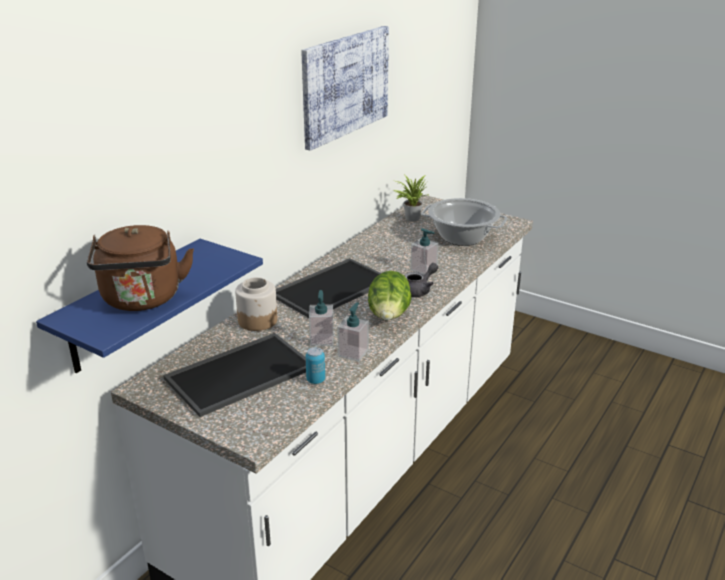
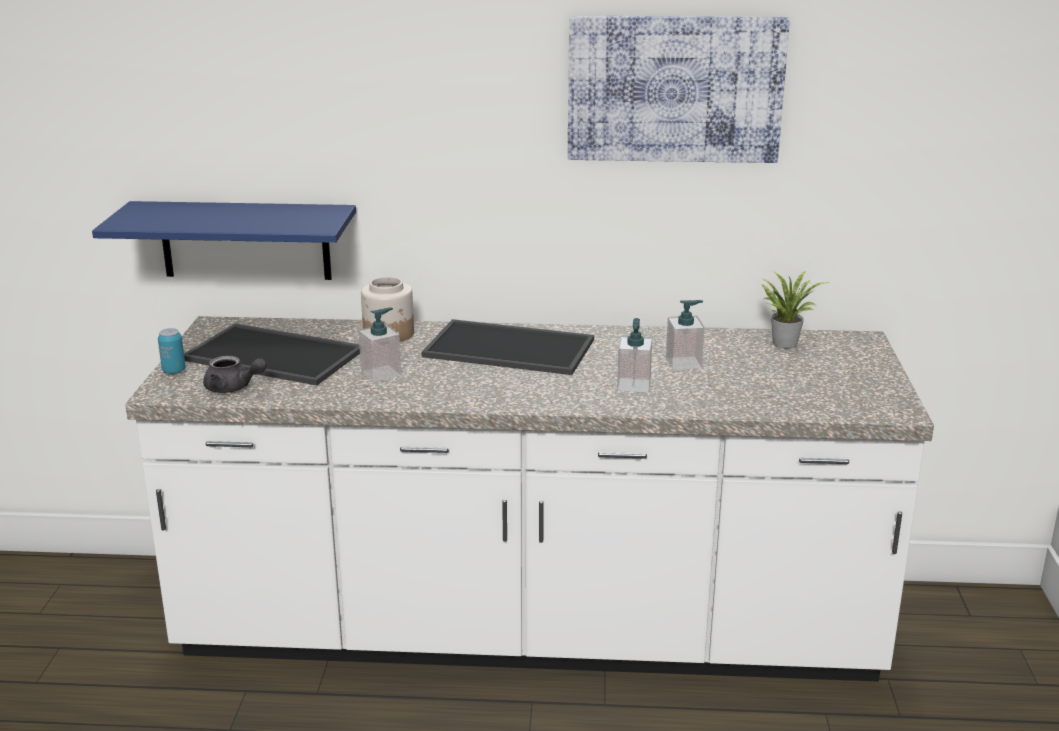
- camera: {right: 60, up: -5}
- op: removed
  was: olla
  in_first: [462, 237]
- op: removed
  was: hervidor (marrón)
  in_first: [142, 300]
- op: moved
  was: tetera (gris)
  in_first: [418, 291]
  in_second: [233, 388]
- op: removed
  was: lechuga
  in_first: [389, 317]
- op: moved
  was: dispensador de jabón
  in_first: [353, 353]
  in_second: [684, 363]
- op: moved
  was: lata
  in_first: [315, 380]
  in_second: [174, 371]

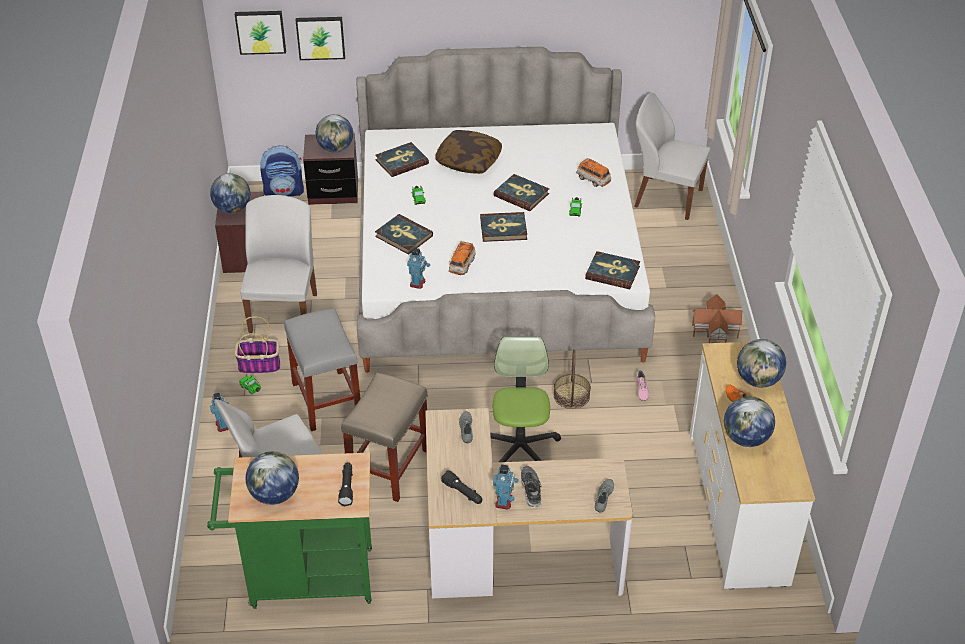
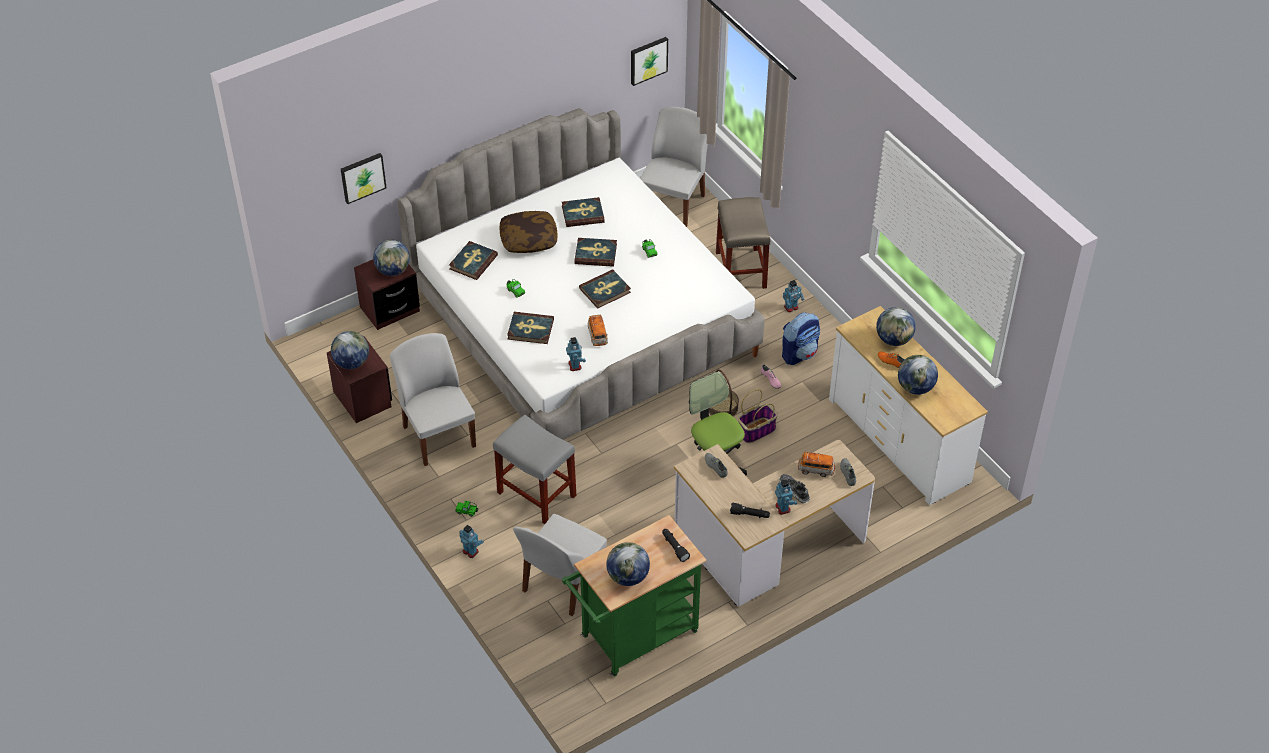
- camera: {right: -30, up: 5}
- op: moved
  was: cuadro
  in_first: [260, 31]
  in_second: [648, 60]
- op: turned
  was: silla (blanco)
  in_first: [666, 197]
  in_second: [673, 204]
  clockwise: 120
- op: moved
  was: mochila
  in_first: [284, 192]
  in_second: [799, 353]
- op: moved
  was: coche de juguete
  in_first: [593, 180]
  in_second: [816, 469]
- op: moved
  was: libro
  in_first: [612, 272]
  in_second: [583, 214]
- op: replaced
  was: casita
  now: robot de juguete
  in_first: [715, 331]
  in_second: [791, 307]
- op: moved
  was: cesta
  in_first: [260, 365]
  in_second: [756, 430]
- op: moved
  was: taburete (beis)
  in_first: [388, 468]
  in_second: [741, 270]

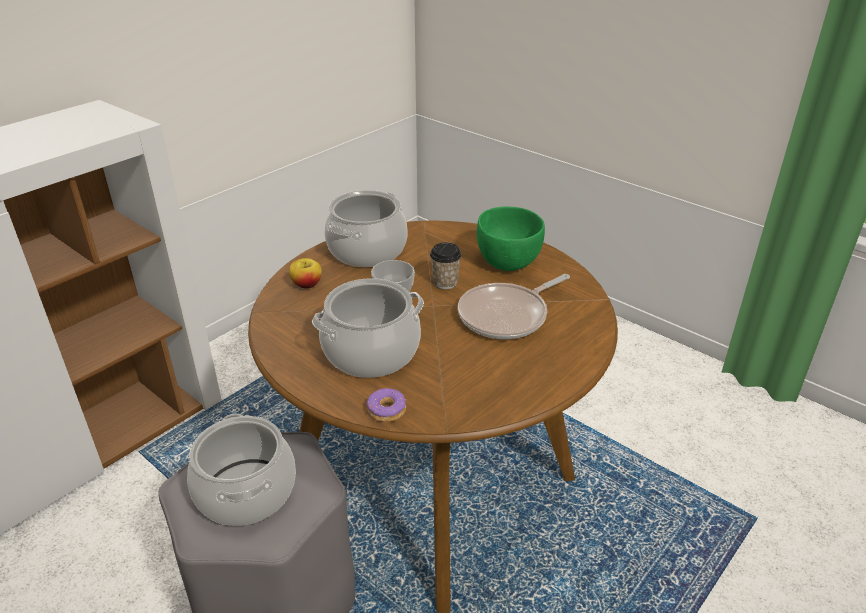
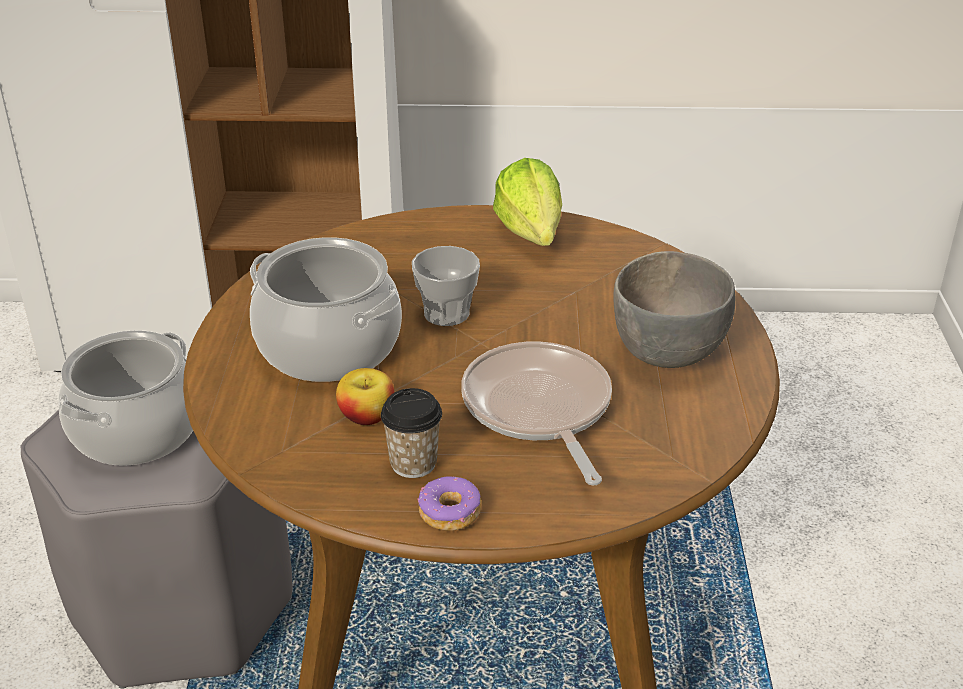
- camera: {right: 50, up: 0}
- op: replaced
  was: olla
  now: lechuga
  in_first: [366, 250]
  in_second: [531, 240]
- op: recoloured
  was: cuenco (verde)
  now: cuenco (gris)
  in_first: [507, 262]
  in_second: [668, 352]
- op: moved
  was: taza
  in_first: [445, 283]
  in_second: [413, 463]
- op: moved
  was: manzana
  in_first: [307, 284]
  in_second: [366, 416]
- op: turned
  was: sartén
  in_first: [507, 315]
  in_second: [538, 409]
  clockwise: 60
- op: moved
  was: rosquilla
  in_first: [387, 411]
  in_second: [450, 513]

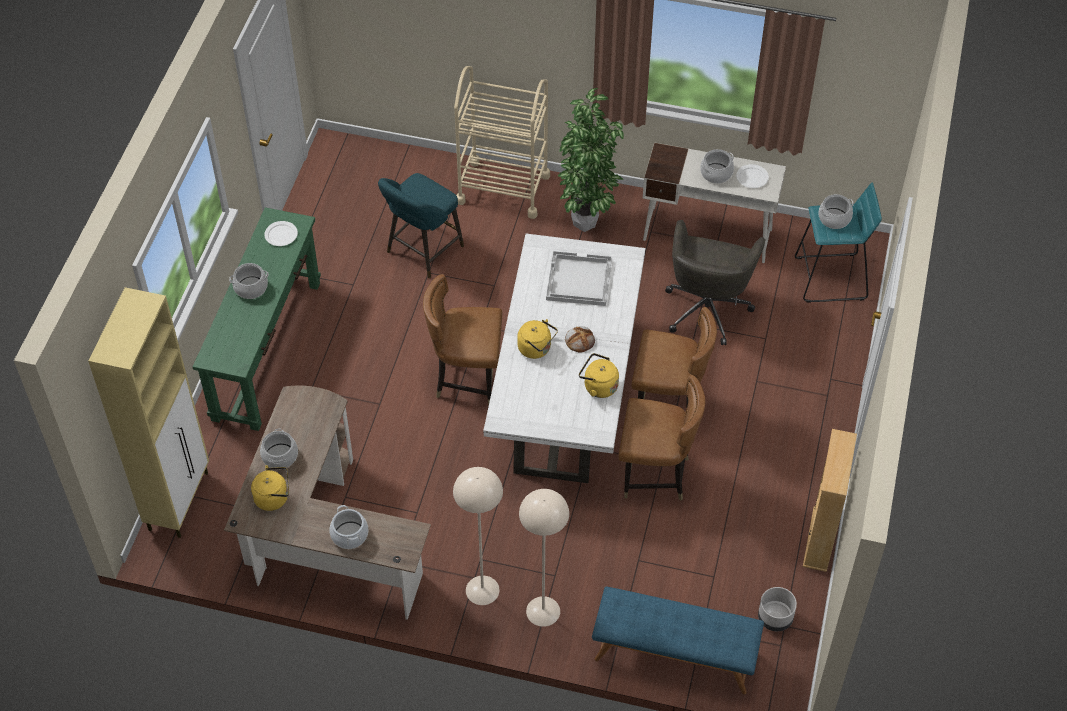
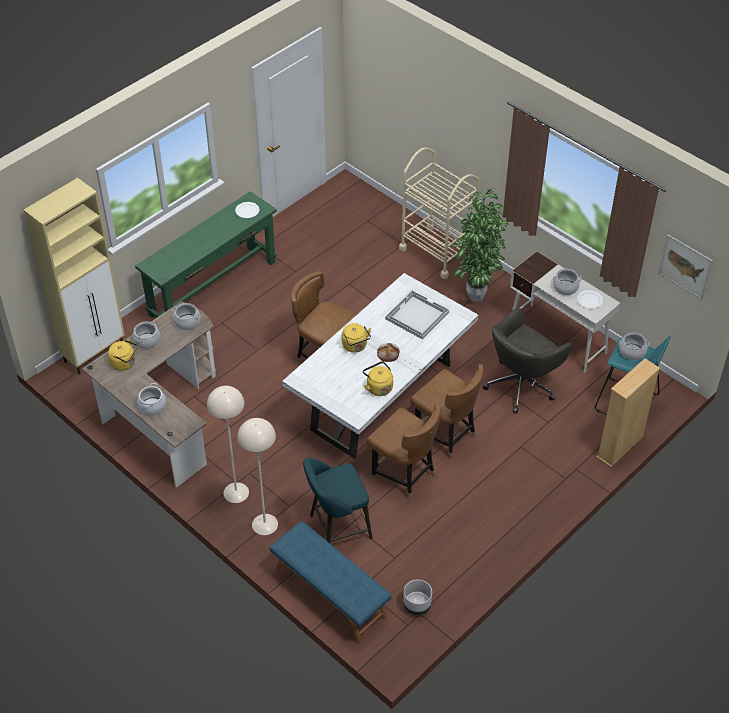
- camera: {right: 30, up: -5}
- op: moved
  was: taburete (turquesa)
  in_first: [422, 252]
  in_second: [337, 528]
- op: moved
  was: olla
  in_first: [251, 288]
  in_second: [187, 322]
- op: moved
  was: estantería (beis)
  in_first: [820, 539]
  in_second: [620, 447]
- op: added
  now: cuadro
  in_second: [685, 266]

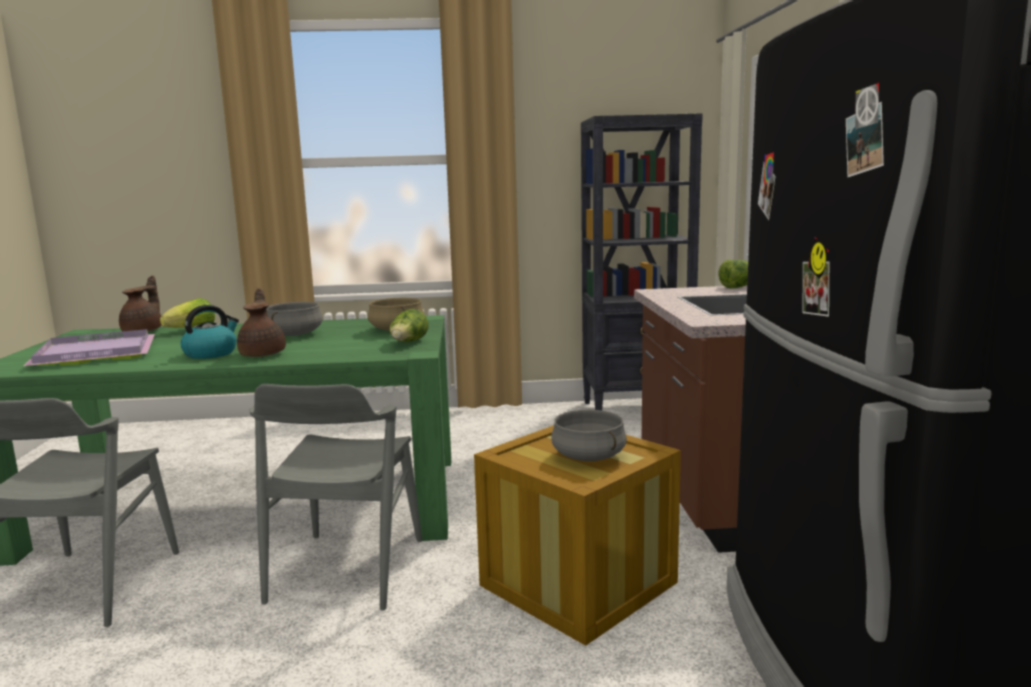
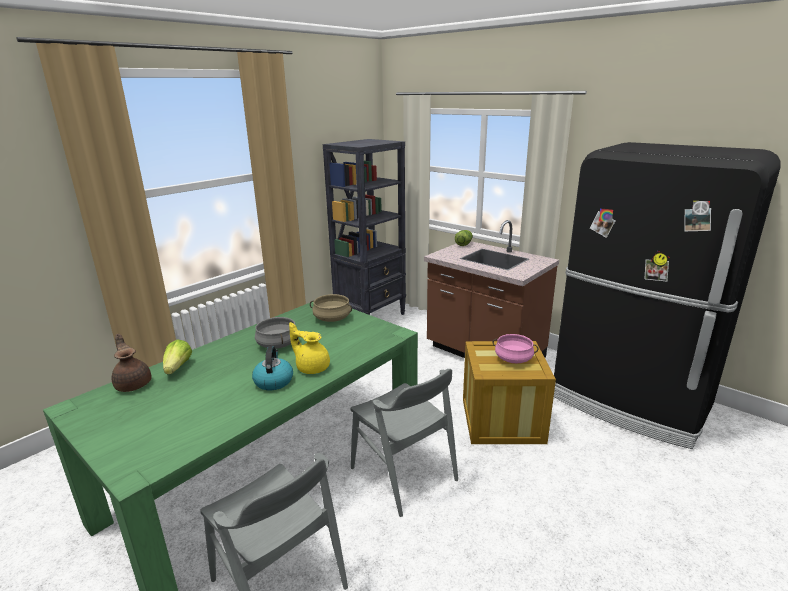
- camera: {right: -45, up: 10}
- op: recoloured
  was: tetera (marrón)
  now: tetera (amarillo)
  in_first: [264, 354]
  in_second: [312, 367]
- op: removed
  was: lechuga
  in_first: [408, 343]
- op: removed
  was: bandeja (morado)
  in_first: [93, 353]
- op: recoloured
  was: olla (gris)
  now: olla (rosa)
  in_first: [589, 456]
  in_second: [513, 359]

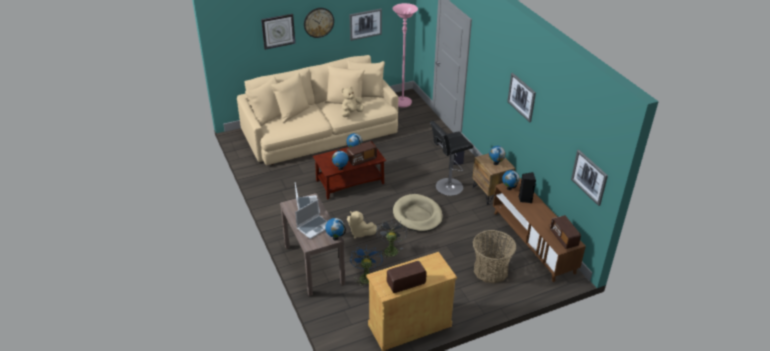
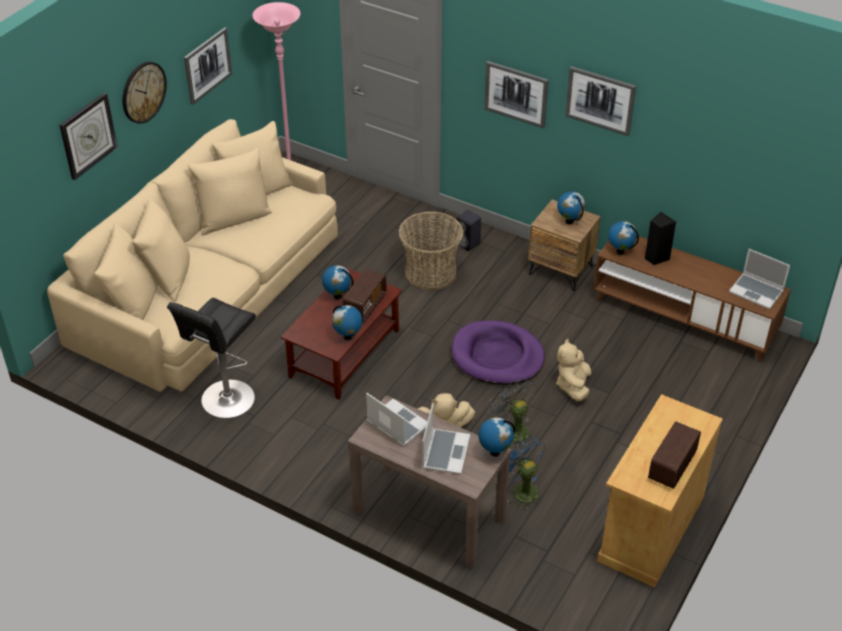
- camera: {right: -35, up: 5}
- op: moved
  was: peluche (beis)
  in_first: [351, 113]
  in_second: [573, 386]
- op: moved
  was: taburete (negro)
  in_first: [447, 187]
  in_second: [225, 401]
- op: moved
  was: cuadro
  in_first: [589, 177]
  in_second: [516, 94]
- op: recoloured
  was: cama para perro (beis)
  now: cama para perro (morado)
  in_first: [417, 215]
  in_second: [497, 356]
- op: replaced
  was: radio
  now: portátil
  in_first: [563, 238]
  in_second: [757, 292]
- op: moved
  was: cesta
  in_first: [490, 270]
  in_second: [430, 273]

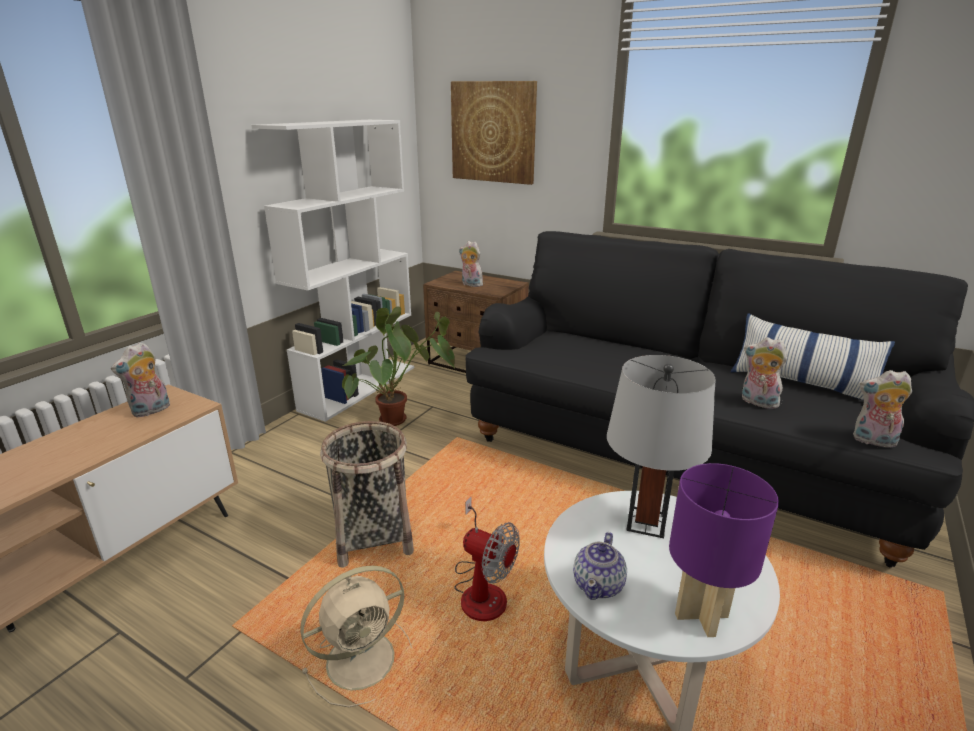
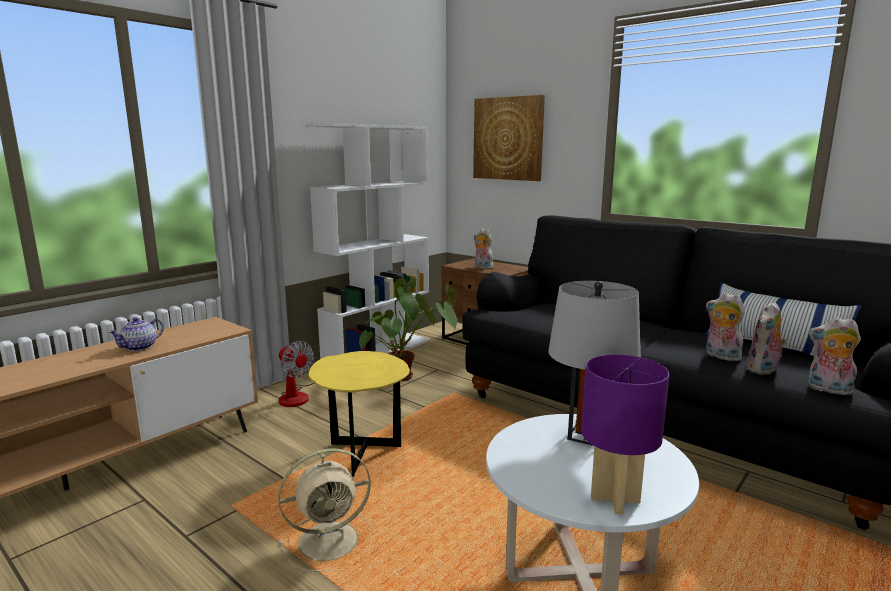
- camera: {right: 10, up: -10}
- op: moved
  was: peluche
  in_first: [151, 411]
  in_second: [763, 370]
- op: replaced
  was: cesta
  now: mesa auxiliar (amarillo)
  in_first: [373, 537]
  in_second: [362, 457]
- op: moved
  was: ventilador
  in_first: [481, 589]
  in_second: [297, 395]
- op: moved
  was: tetera
  in_first: [599, 585]
  in_second: [140, 347]

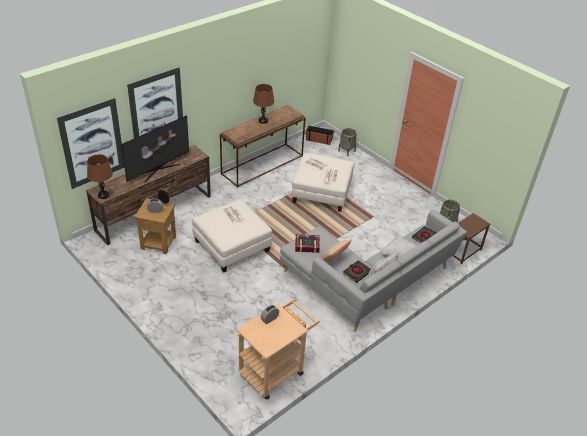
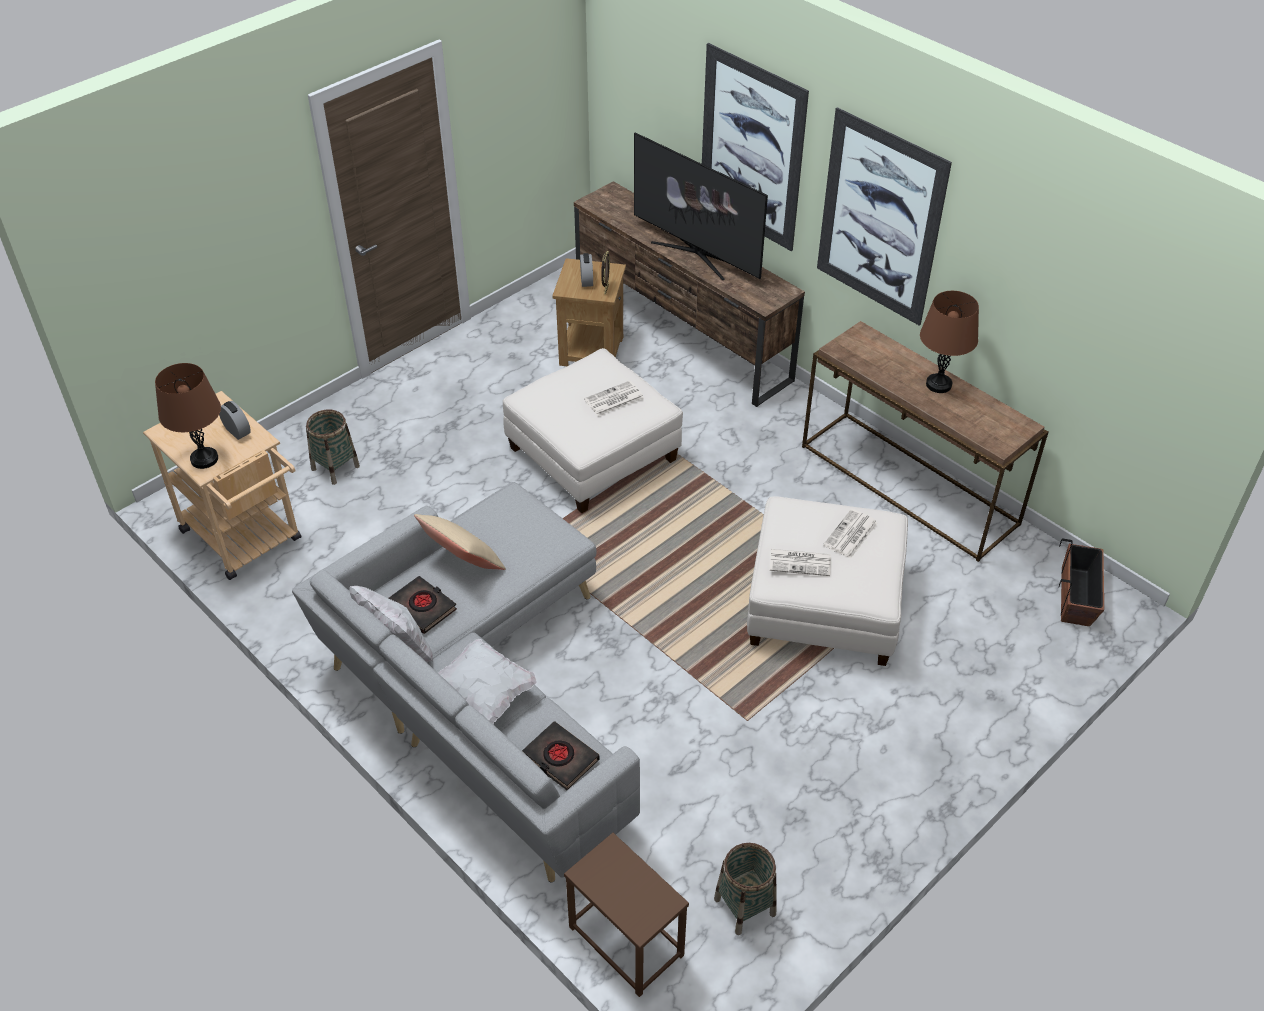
- camera: {right: 90, up: 5}
- op: moved
  was: cuadro
  in_first: [92, 143]
  in_second: [880, 218]
- op: moved
  was: cesta
  in_first: [346, 151]
  in_second: [335, 467]
- op: moved
  was: lámpara de mesa (marrón)
  in_first: [103, 195]
  in_second: [204, 459]
- op: removed
  was: libro
  in_first: [307, 246]

